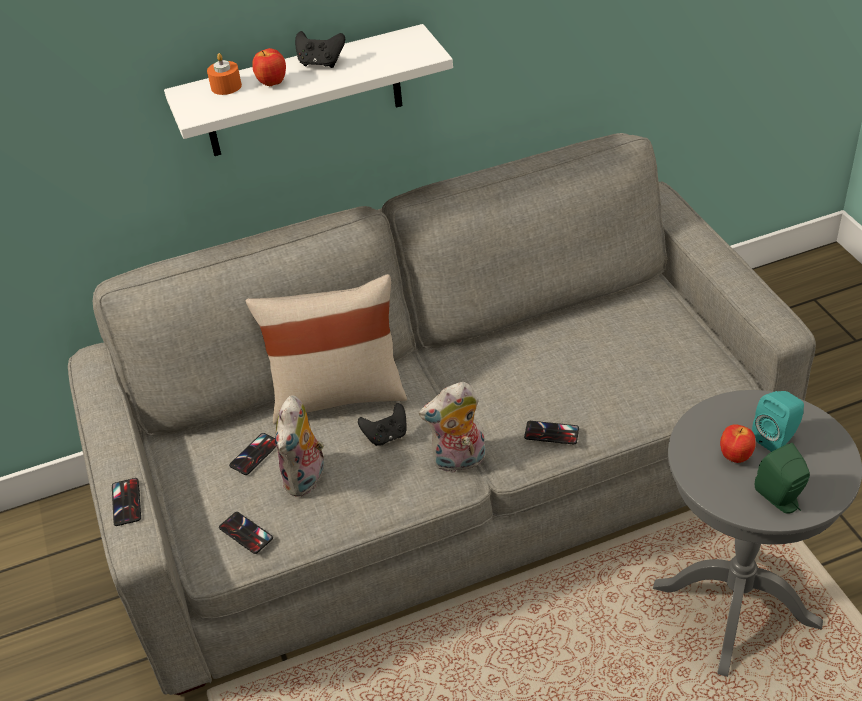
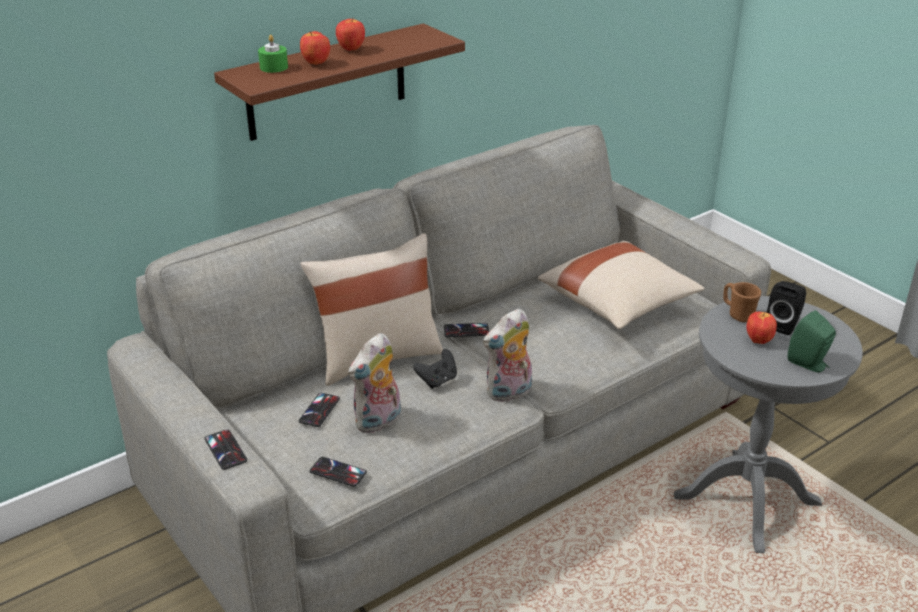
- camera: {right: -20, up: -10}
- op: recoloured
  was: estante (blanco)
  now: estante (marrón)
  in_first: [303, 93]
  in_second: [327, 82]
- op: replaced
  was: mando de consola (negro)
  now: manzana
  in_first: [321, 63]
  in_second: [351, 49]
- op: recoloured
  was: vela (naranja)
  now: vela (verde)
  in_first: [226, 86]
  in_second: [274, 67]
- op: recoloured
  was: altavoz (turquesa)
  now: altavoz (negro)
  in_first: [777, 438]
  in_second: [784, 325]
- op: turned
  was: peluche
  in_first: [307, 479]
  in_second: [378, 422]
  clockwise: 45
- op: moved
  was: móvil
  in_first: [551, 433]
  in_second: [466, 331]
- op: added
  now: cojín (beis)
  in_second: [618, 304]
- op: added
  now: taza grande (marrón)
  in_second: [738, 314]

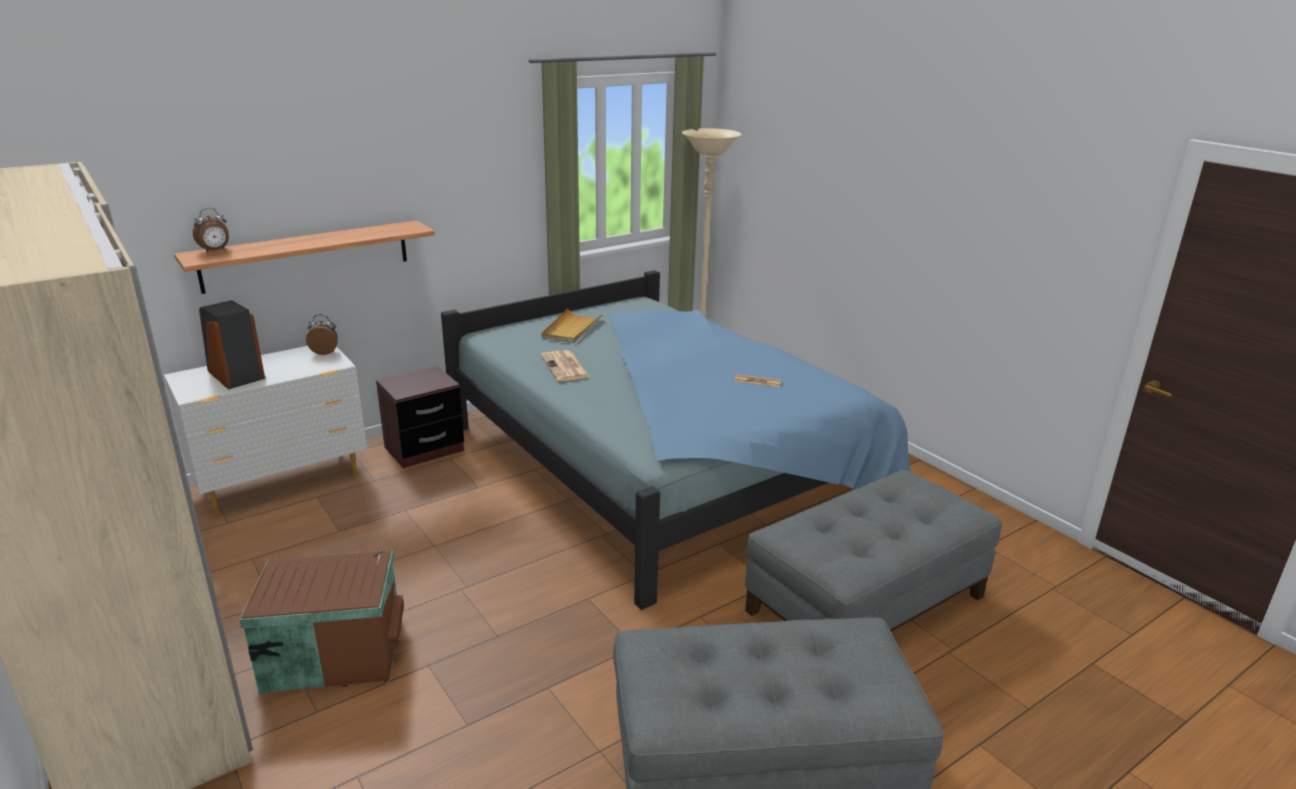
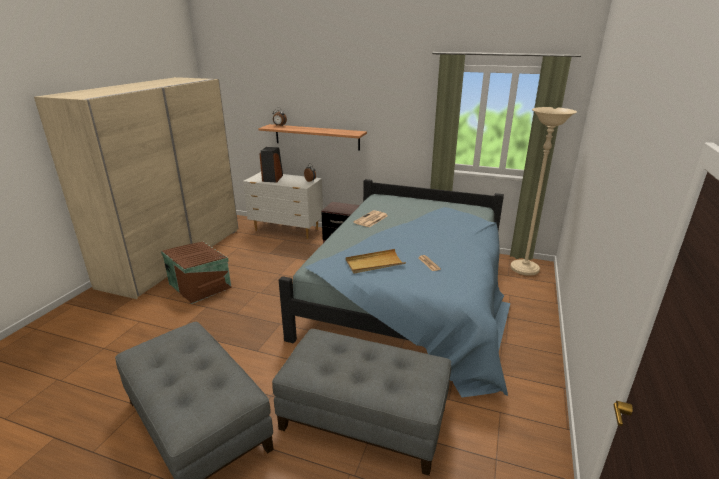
- camera: {right: 55, up: 0}
- op: moved
  was: bandeja (beis)
  in_first: [571, 329]
  in_second: [374, 263]

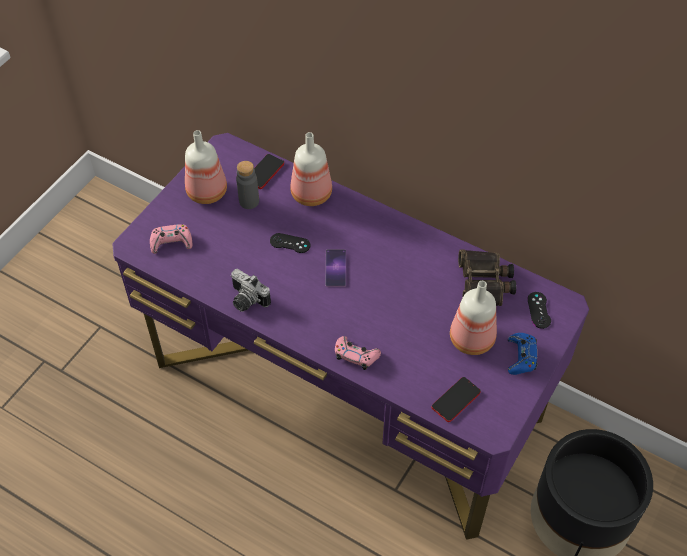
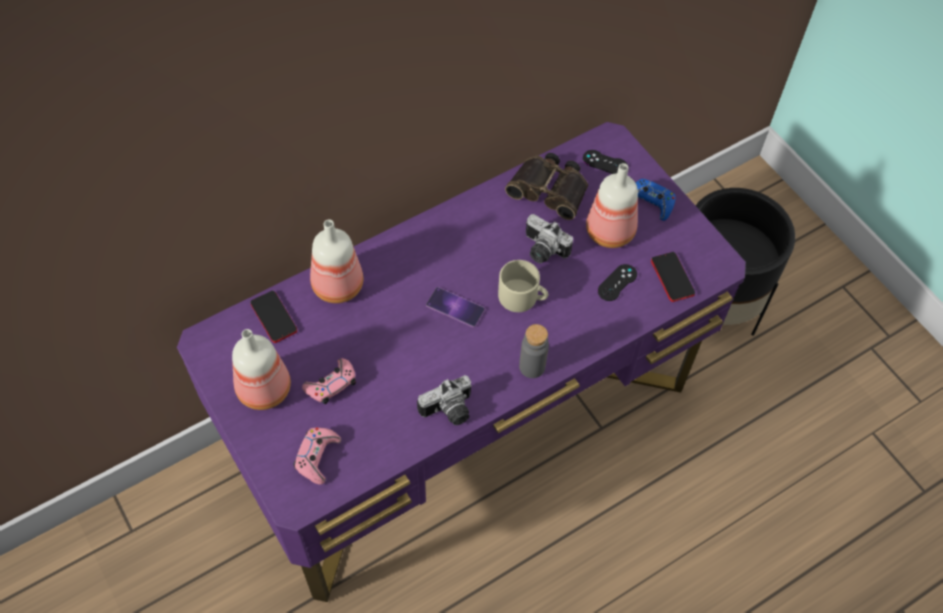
- camera: {right: -65, up: 5}
- op: moved
  was: botella (gris)
  in_first: [249, 201]
  in_second: [532, 367]
- op: moved
  was: mando de consola (negro)
  in_first: [290, 243]
  in_second: [617, 283]
- op: moved
  was: mando de consola (rosa)
  in_first: [356, 355]
  in_second: [331, 384]
- op: added
  now: cámara
  in_second: [542, 250]
- op: added
  now: taza grande (beis)
  in_second: [522, 297]

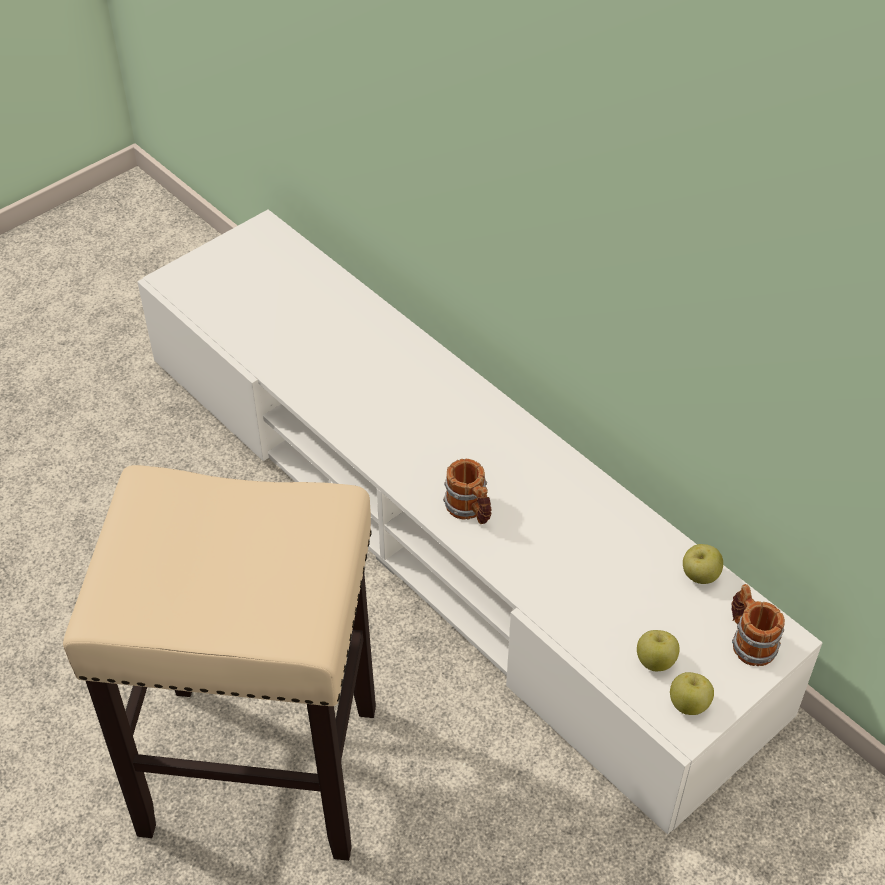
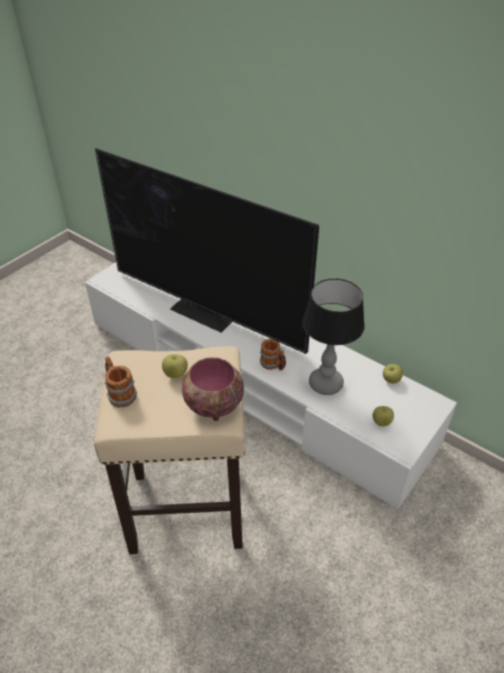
- camera: {right: -10, up: -5}
- op: moved
  was: taza grande
  in_first: [749, 640]
  in_second: [120, 393]
- op: moved
  was: manzana
  in_first: [688, 704]
  in_second: [175, 374]
- op: added
  now: televisor
  in_second: [206, 311]
- op: added
  now: lámpara de mesa
  in_second: [326, 383]
- op: added
  now: cuenco
  in_second: [212, 406]

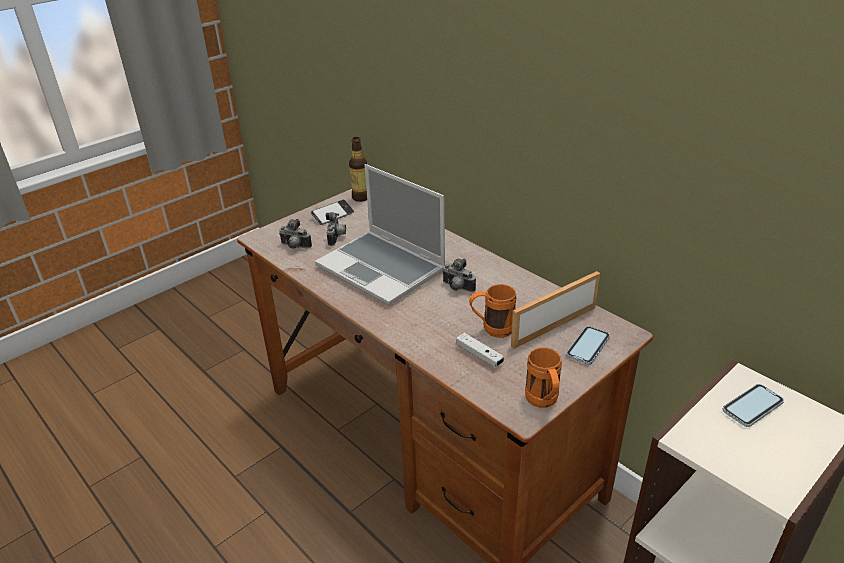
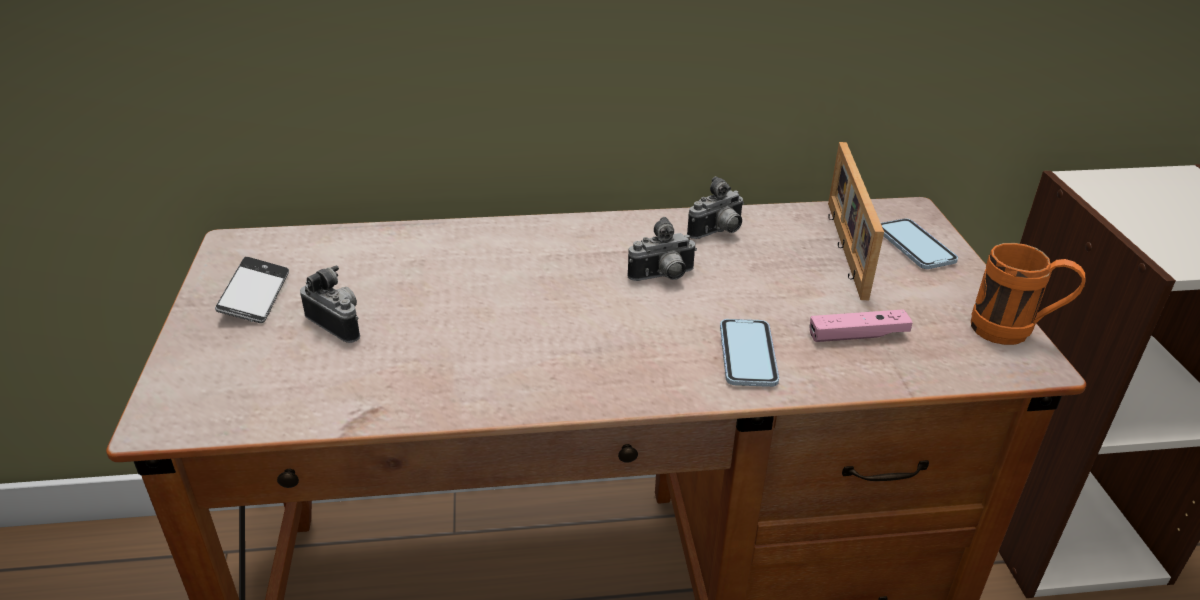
- camera: {right: -55, up: 0}
- op: removed
  was: botella
  in_first: [361, 198]
- op: removed
  was: portátil
  in_first: [383, 269]
- op: moved
  was: cámara
  in_first: [295, 247]
  in_second: [718, 233]
- op: removed
  was: taza grande (naranja)
  in_first: [491, 329]
- op: recoloured
  was: mando de consola (blanco)
  now: mando de consola (rosa)
  in_first: [479, 355]
  in_second: [858, 335]
- op: moved
  was: móvil
  in_first: [752, 406]
  in_second: [747, 355]

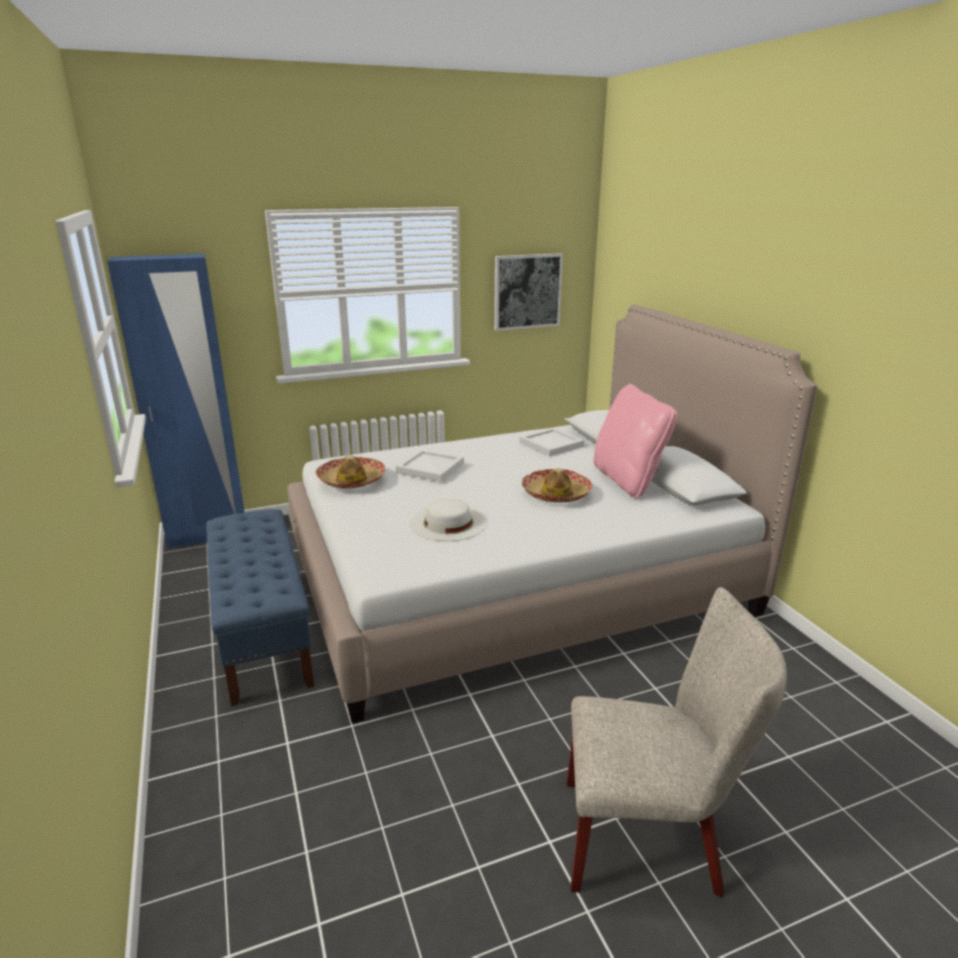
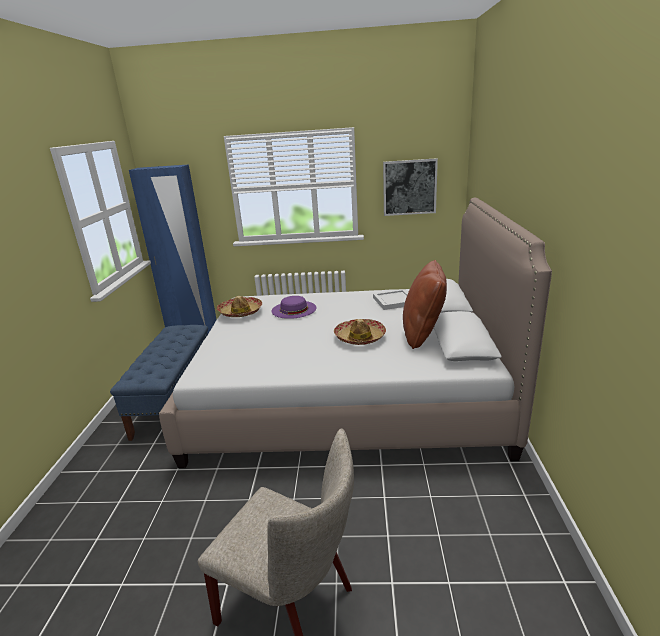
- camera: {right: 25, up: 0}
- op: recoloured
  was: cojín (rosa)
  now: cojín (marrón)
  in_first: [628, 480]
  in_second: [423, 334]
- op: replaced
  was: bandeja (blanco)
  now: sombrero (morado)
  in_first: [429, 468]
  in_second: [294, 309]
- op: removed
  was: sombrero (blanco)
  in_first: [448, 522]

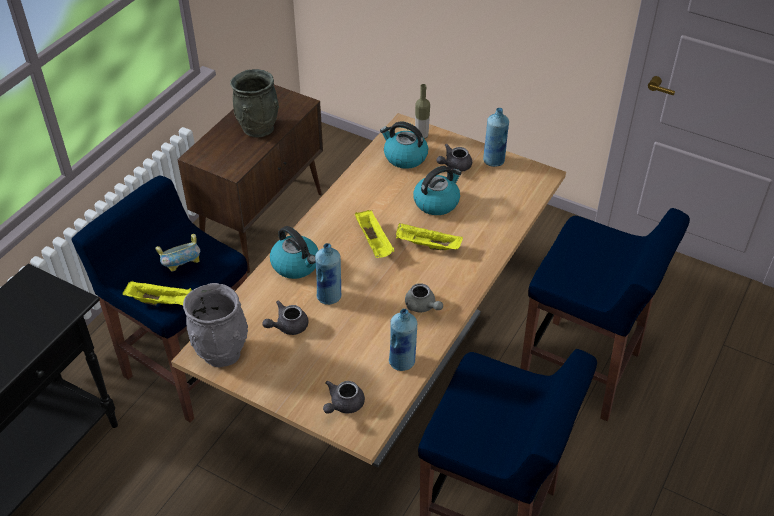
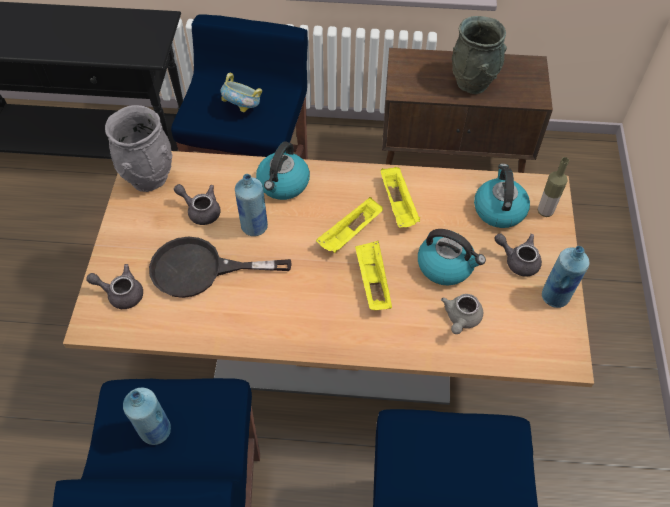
- camera: {right: 65, up: 10}
- op: moved
  was: bandeja (amarillo)
  in_first: [161, 302]
  in_second: [398, 205]
- op: moved
  was: tetera (gris)
  in_first: [422, 306]
  in_second: [461, 319]
- op: moved
  was: botella (azul)
  in_first: [402, 362]
  in_second: [155, 431]
- op: added
  now: sartén (negro)
  in_second: [201, 270]

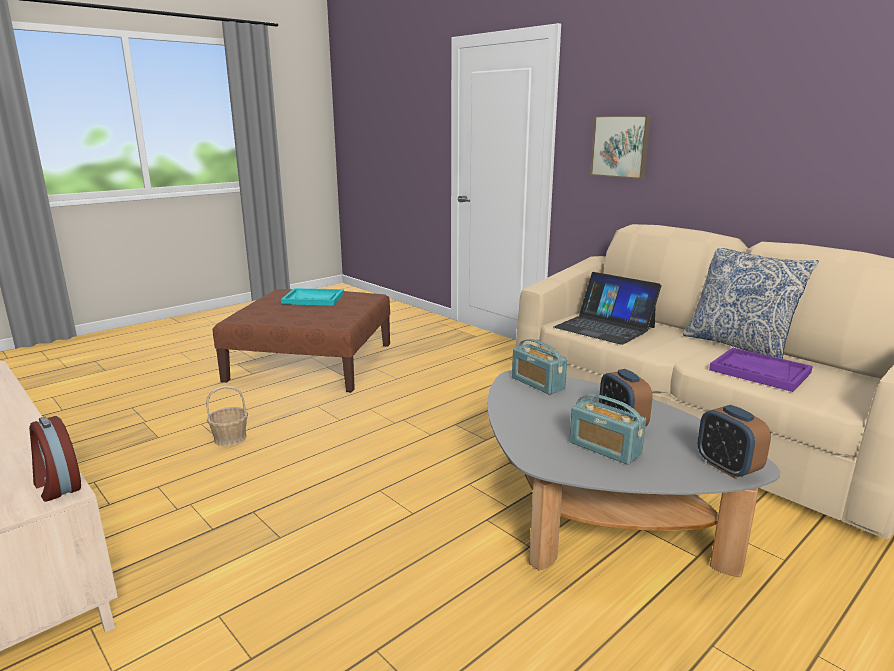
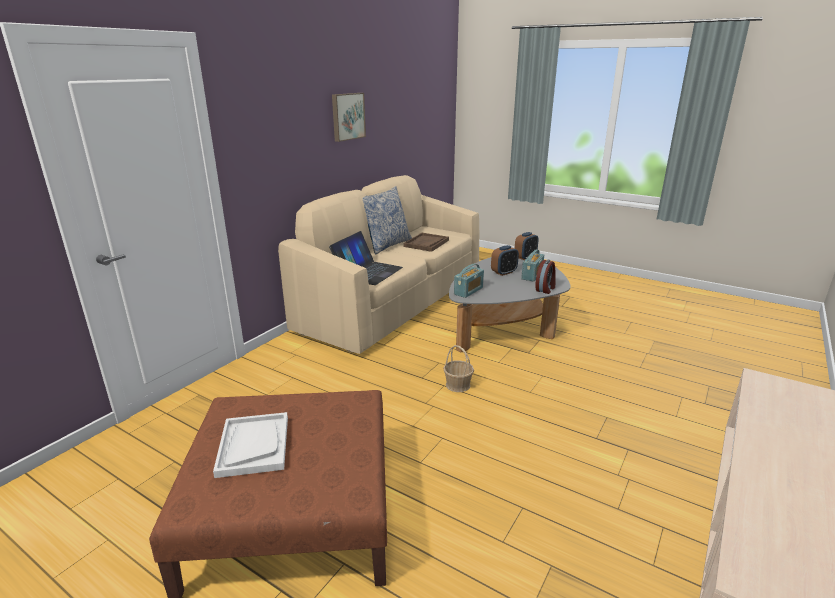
- camera: {right: -105, up: 5}
- op: moved
  was: cuadro
  in_first: [621, 146]
  in_second: [347, 116]
- op: recoloured
  was: bandeja (turquesa)
  now: bandeja (blanco)
  in_first: [313, 299]
  in_second: [253, 445]
- op: recoloured
  was: bandeja (morado)
  now: bandeja (marrón)
  in_first: [759, 371]
  in_second: [426, 243]
- op: moved
  was: cesta
  in_first: [230, 438]
  in_second: [458, 385]
- op: moved
  was: despertador
  in_first: [56, 486]
  in_second: [545, 289]

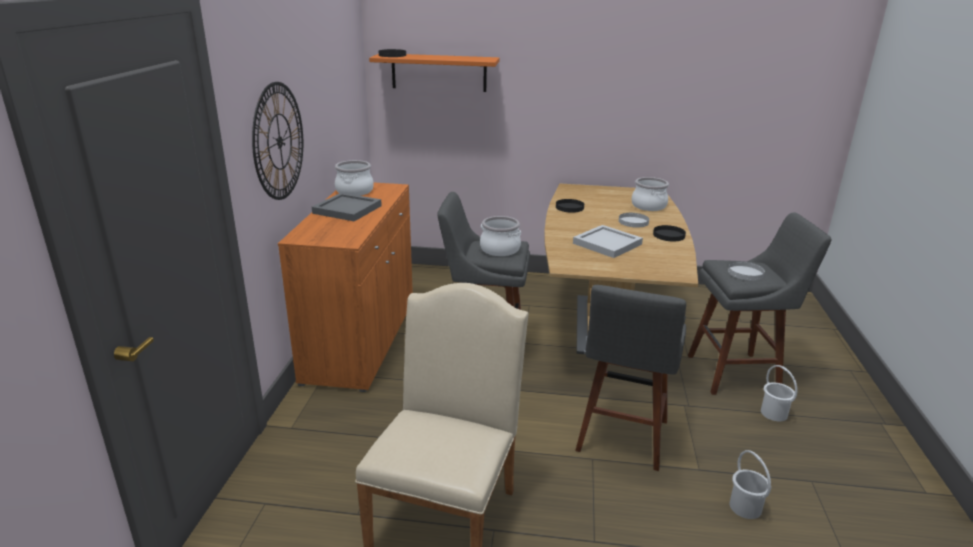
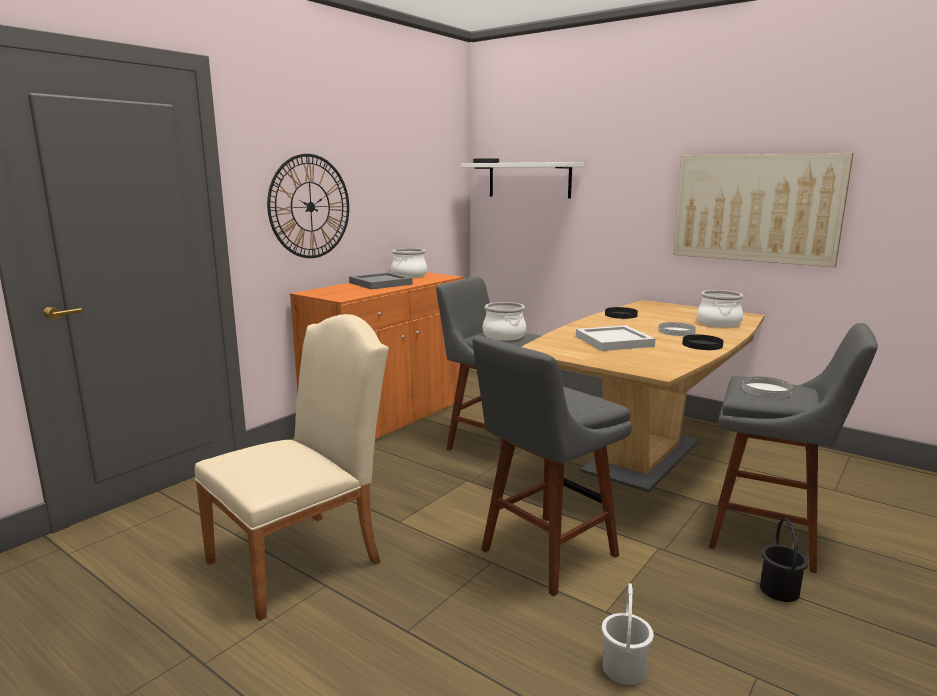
- camera: {right: 30, up: -10}
- op: recoloured
  was: estante (naranja)
  now: estante (blanco)
  in_first: [439, 72]
  in_second: [529, 180]
- op: recoloured
  was: cubo (blanco)
  now: cubo (negro)
  in_first: [773, 413]
  in_second: [778, 590]
- op: added
  now: cuadro
  in_second: [755, 208]

